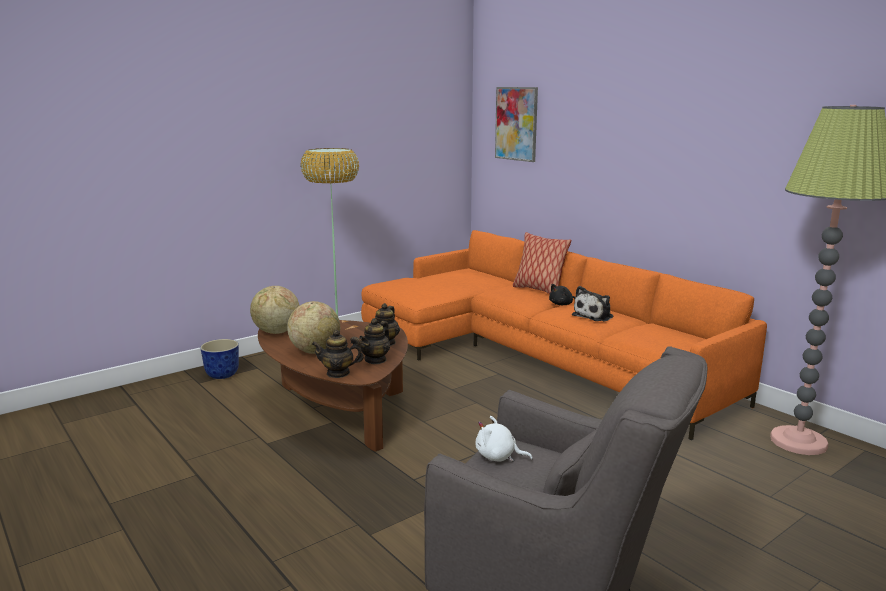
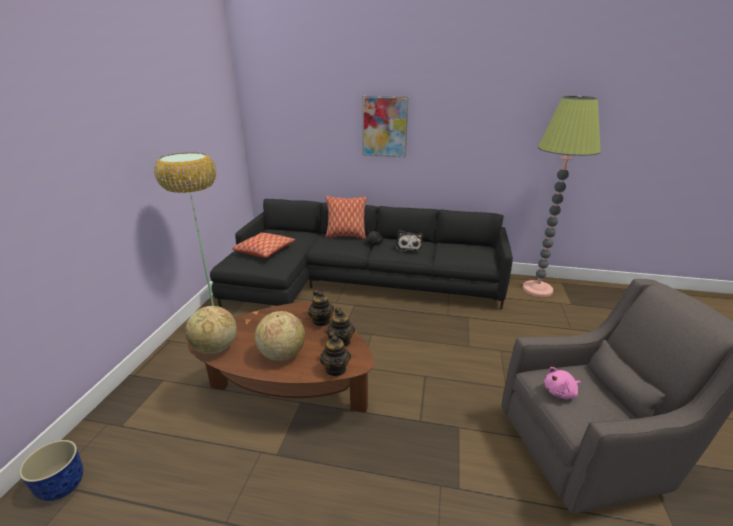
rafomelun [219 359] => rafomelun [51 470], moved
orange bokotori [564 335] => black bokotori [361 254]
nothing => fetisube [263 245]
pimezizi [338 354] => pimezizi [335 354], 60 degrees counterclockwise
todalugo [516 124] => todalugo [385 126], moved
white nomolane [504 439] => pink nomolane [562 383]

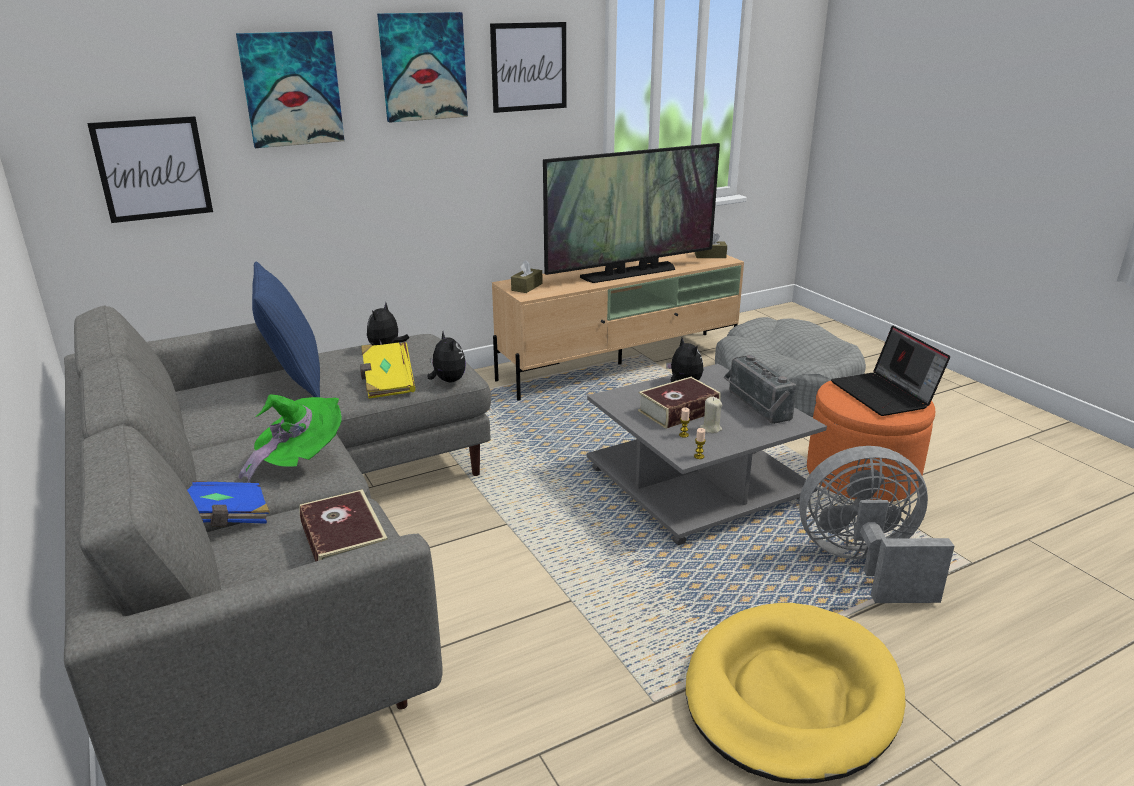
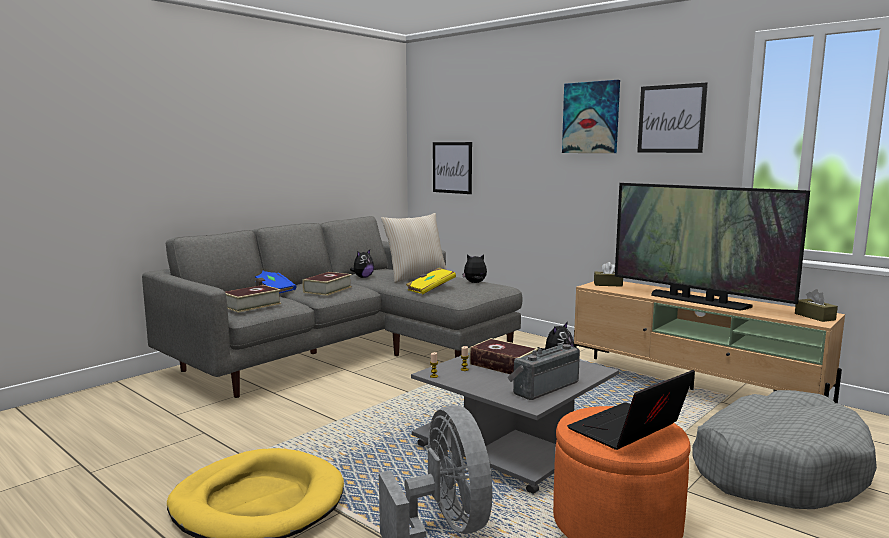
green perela [290 438] => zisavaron [327 284]
nomolane [447 356] => nomolane [362 264], moved
blue fetisube [286 329] => beige fetisube [414 248]
todalugo [290 89] => nothing
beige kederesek [711 415] => nothing

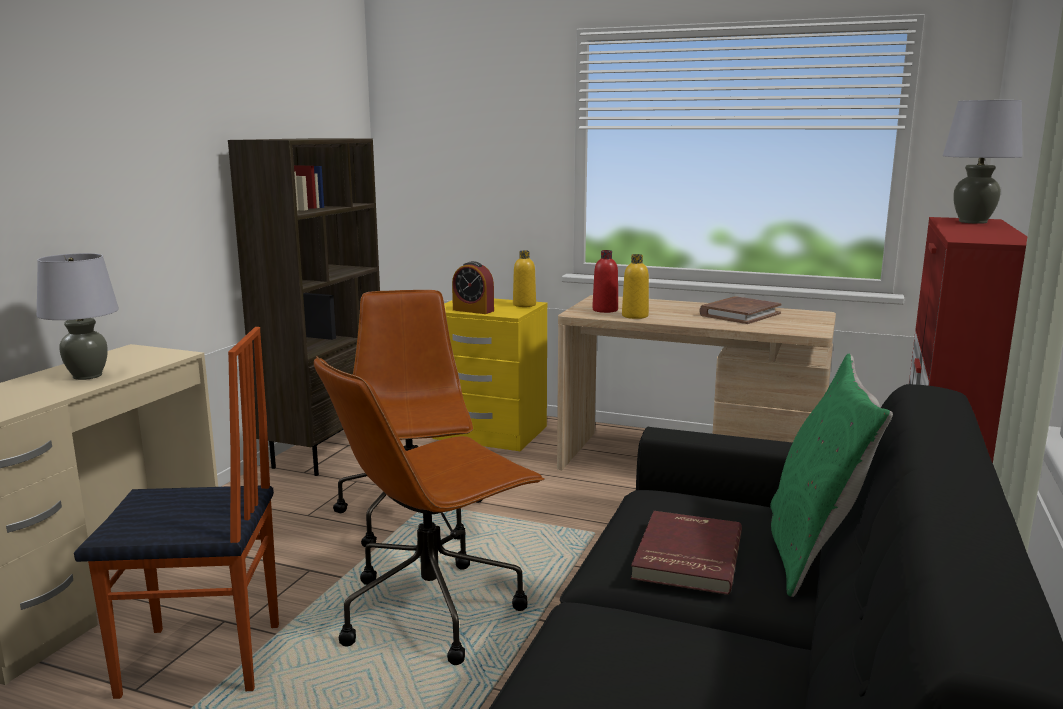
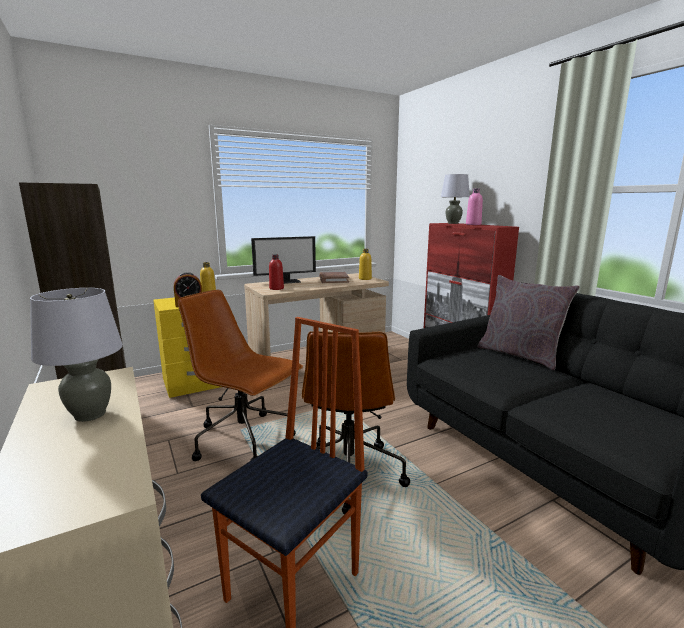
nothing => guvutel [283 260]
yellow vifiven [635 286] => yellow vifiven [365 264], moved
nothing => pink vifiven [474 206]
green fetisube [831 475] => grey fetisube [528 322]
red zisavaron [686 553] => nothing

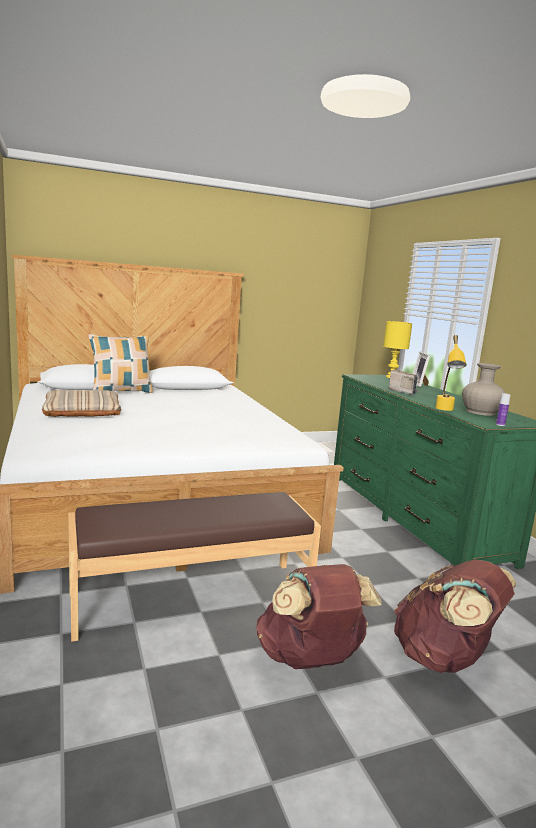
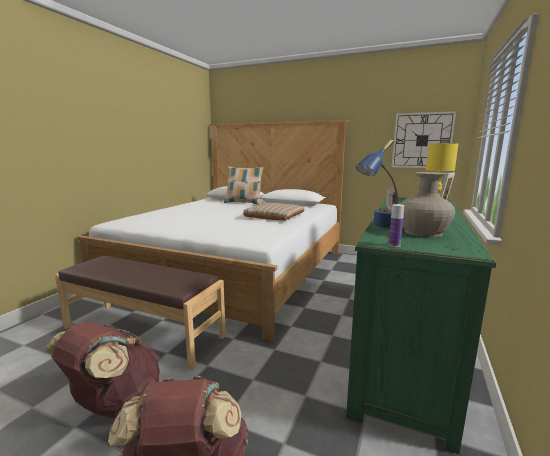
beige fetisube [81 403] => beige fetisube [273 212], moved
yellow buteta [450 373] => blue buteta [377 183]
nothing => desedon [424 139]

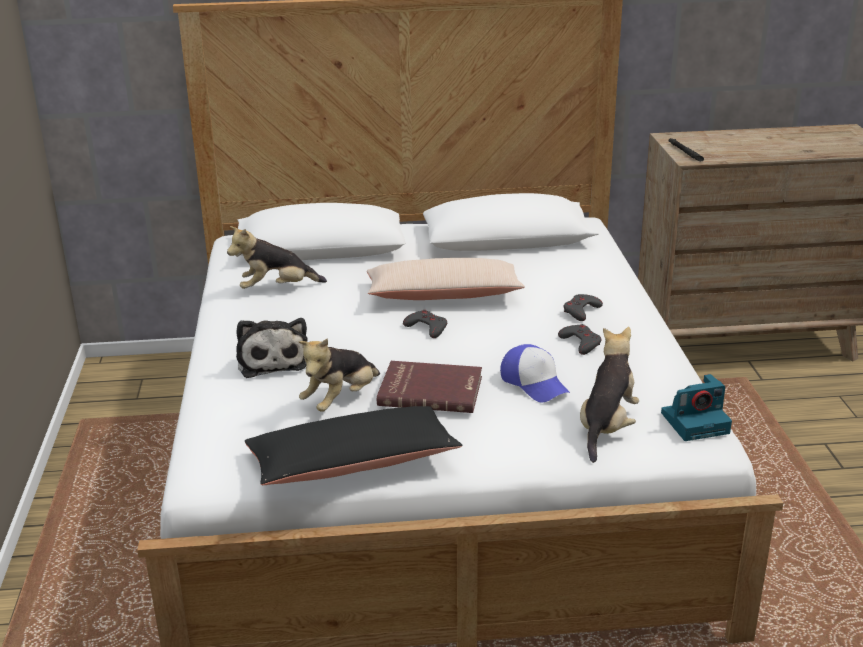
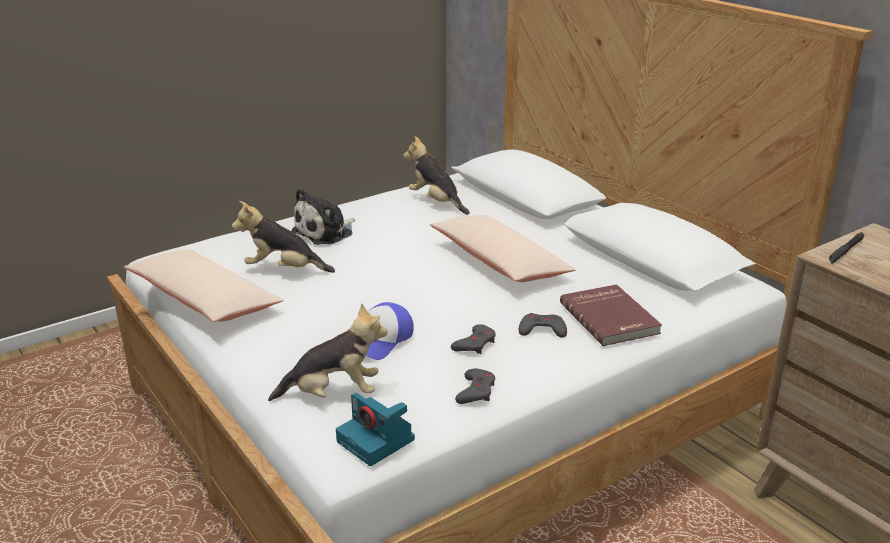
black fetisube [354 445] => beige fetisube [204 286]
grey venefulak [425 324] => grey venefulak [475 386], moved
red zisavaron [429 387] => red zisavaron [611 315], moved

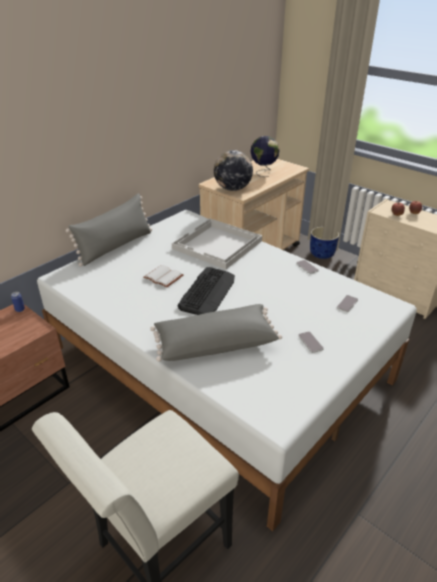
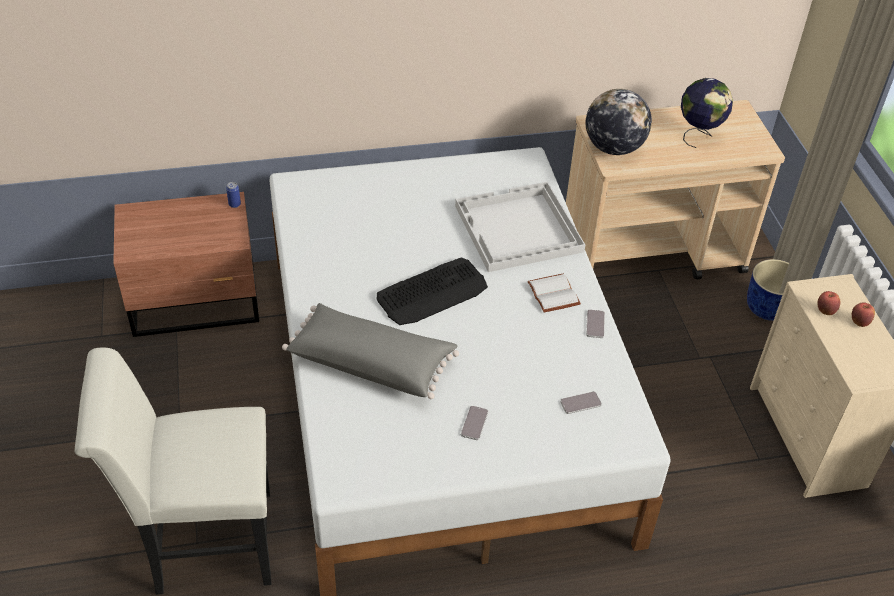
white zisavaron [163 276] => white zisavaron [554 293], moved
grey fetisube [109 230] => nothing

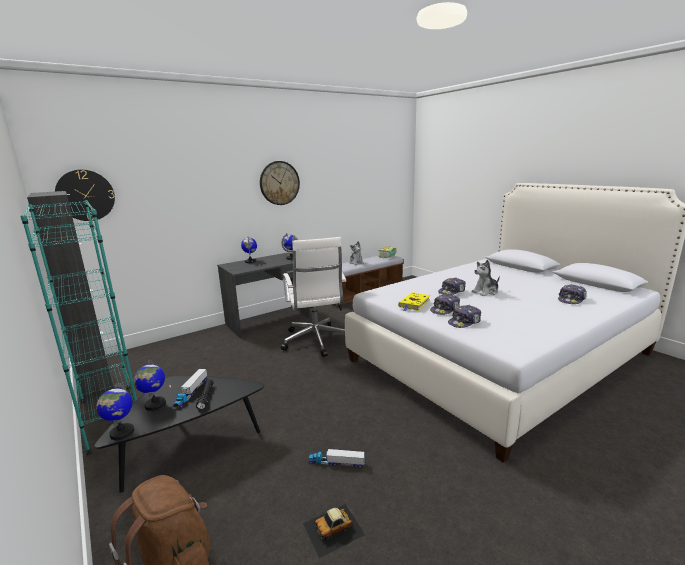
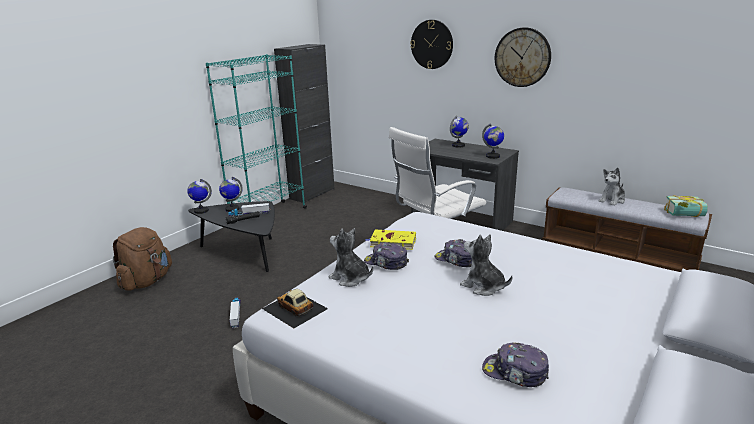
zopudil [334 531] => zopudil [295 308], moved
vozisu [464 316] => nomolane [351 257]
desedon [85 195] => desedon [431 44], moved

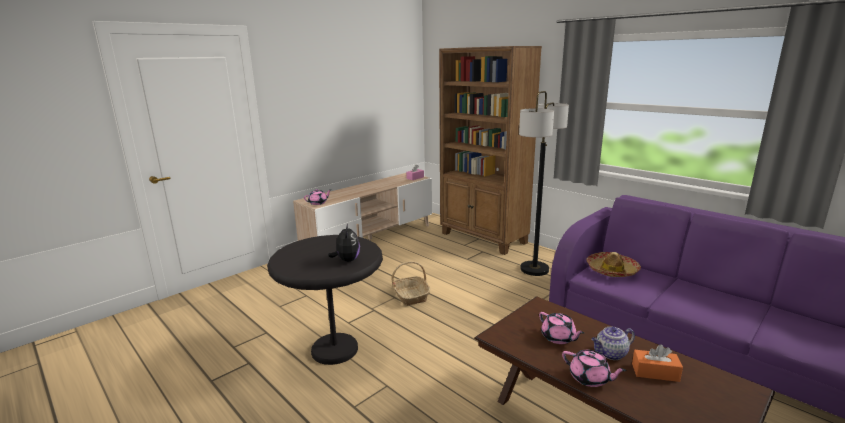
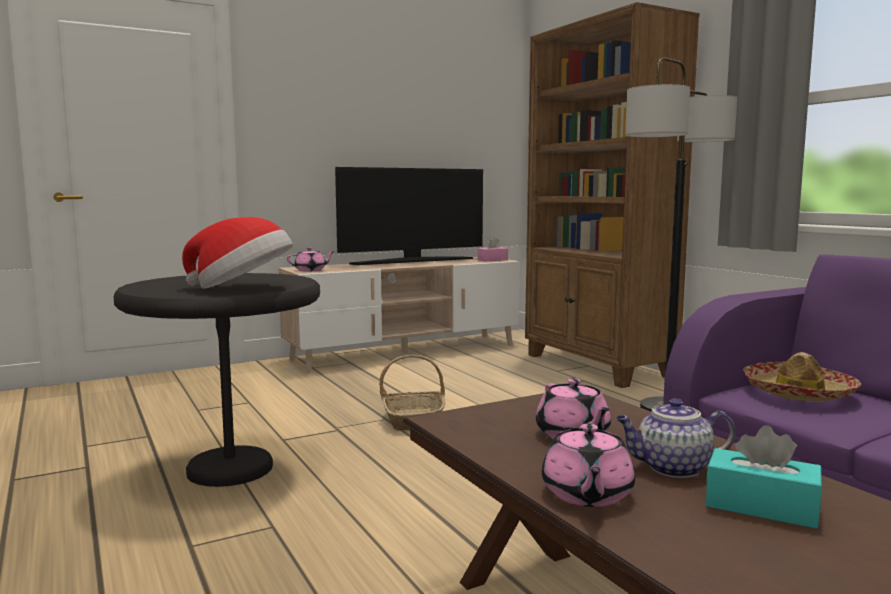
nomolane [344 242] => perela [237 253]
nothing => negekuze [409 216]
pink pimezizi [594 368] => pink pimezizi [588 465], 45 degrees clockwise
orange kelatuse [657 363] => turquoise kelatuse [764 477]

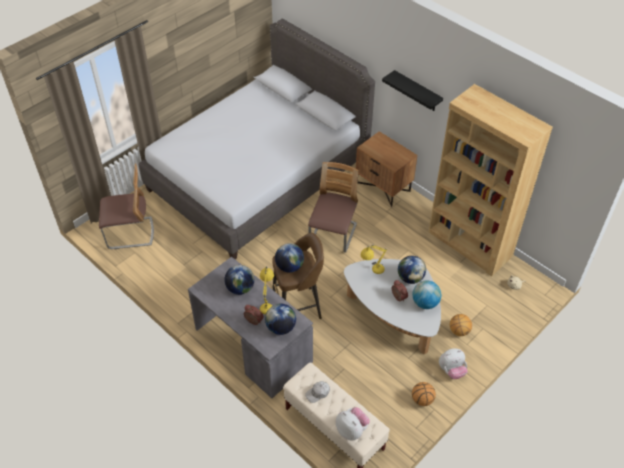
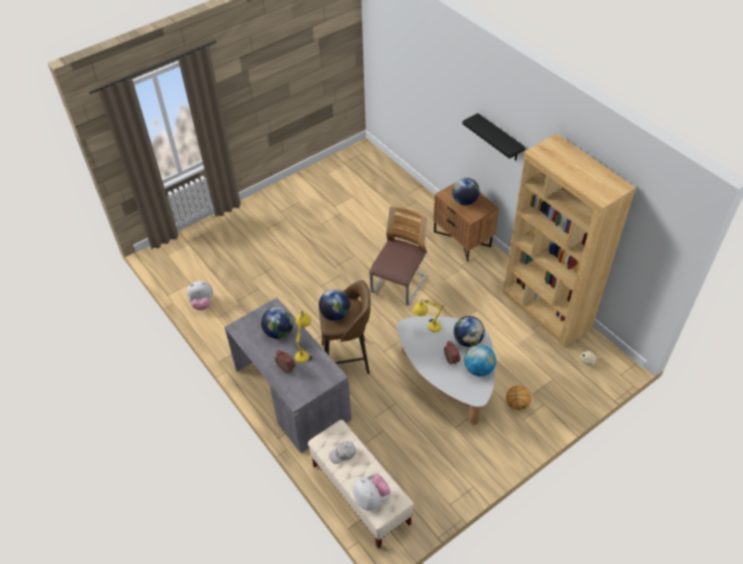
nomolane [453 363] => nomolane [200 295], moved
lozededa [280 319] => lozededa [466 191], moved
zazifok [126 206] => nothing
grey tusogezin [257 139] => nothing
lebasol [424 394] => nothing

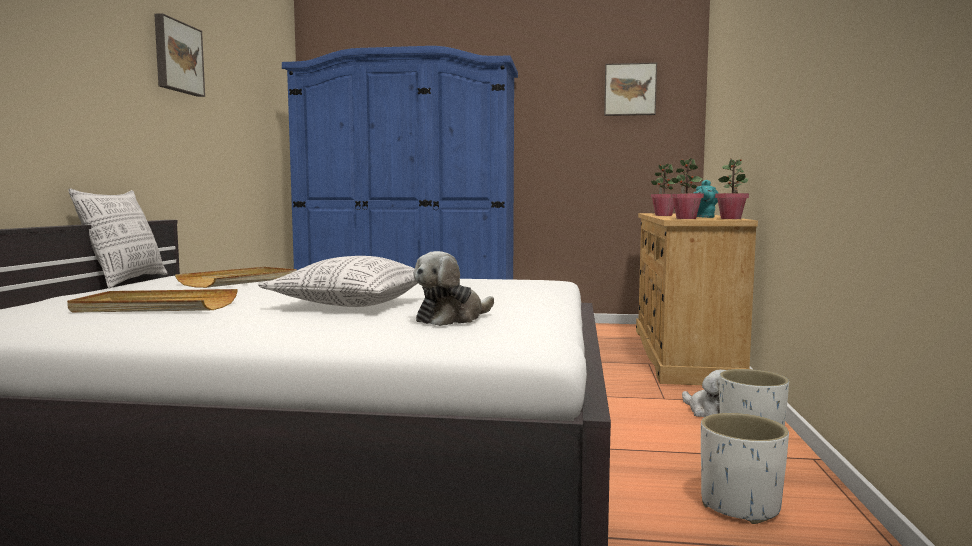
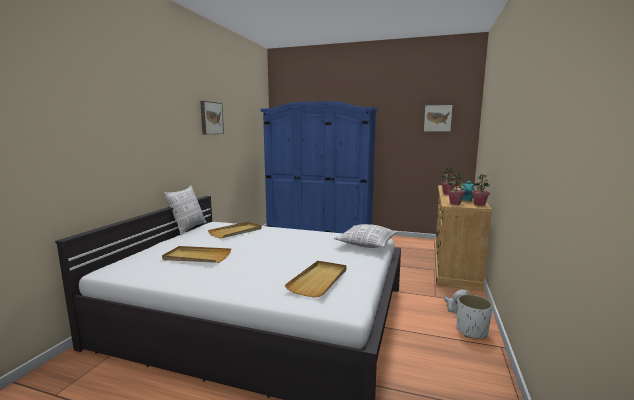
nomolane [453 288] => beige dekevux [316 279]
fetisube [338 281] => fetisube [366 236], moved
white rafomelun [745 468] => nothing

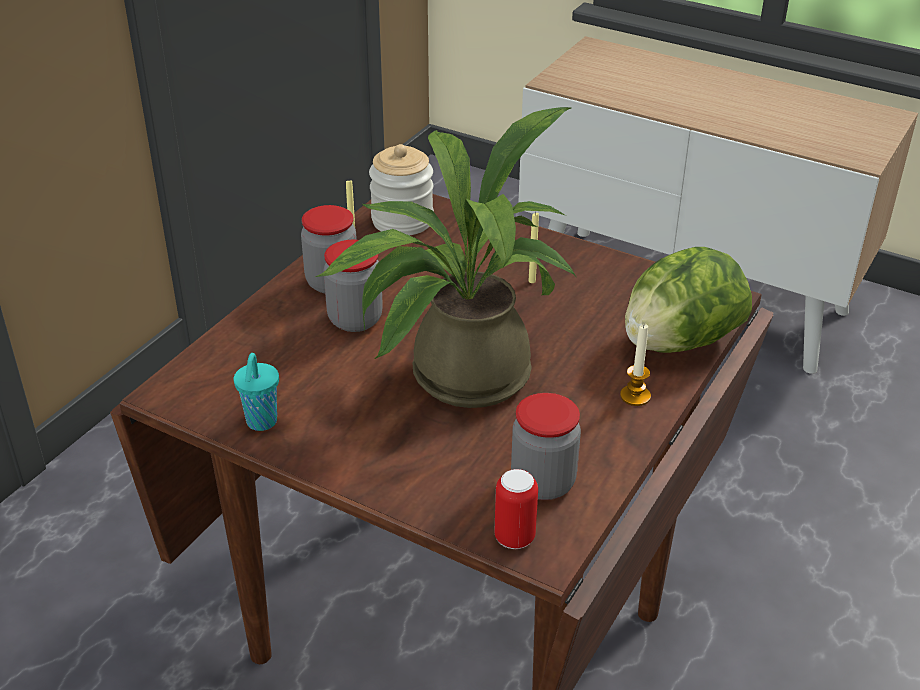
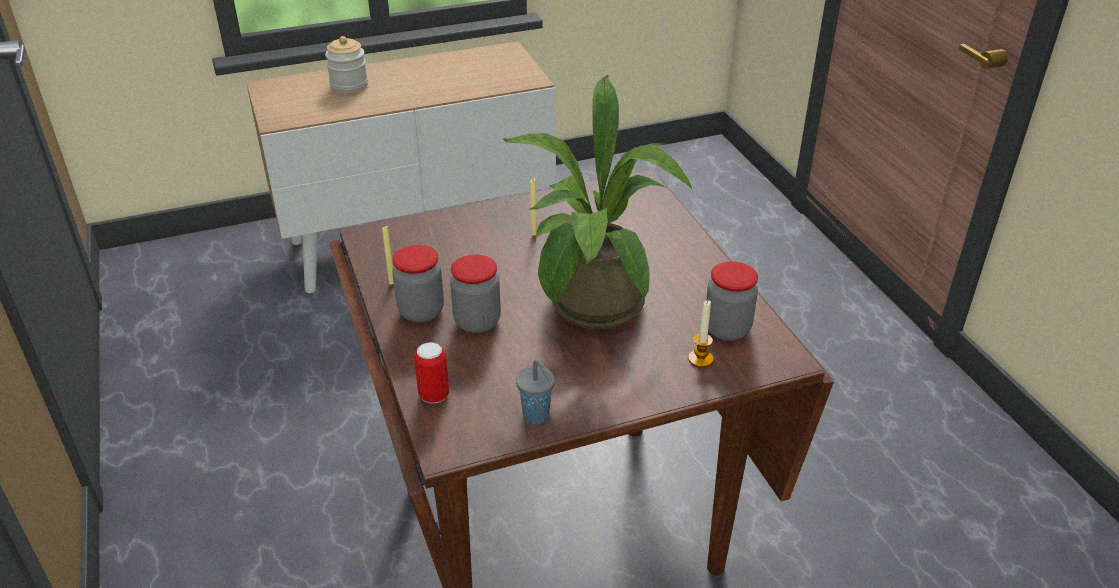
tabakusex [401 190] => tabakusex [346 64], moved
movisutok [516 509] => movisutok [431 372], moved
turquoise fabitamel [256 392] => grey fabitamel [535 392]
kederesek [635 365] => kederesek [701 334], moved
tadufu [688 300] => nothing

